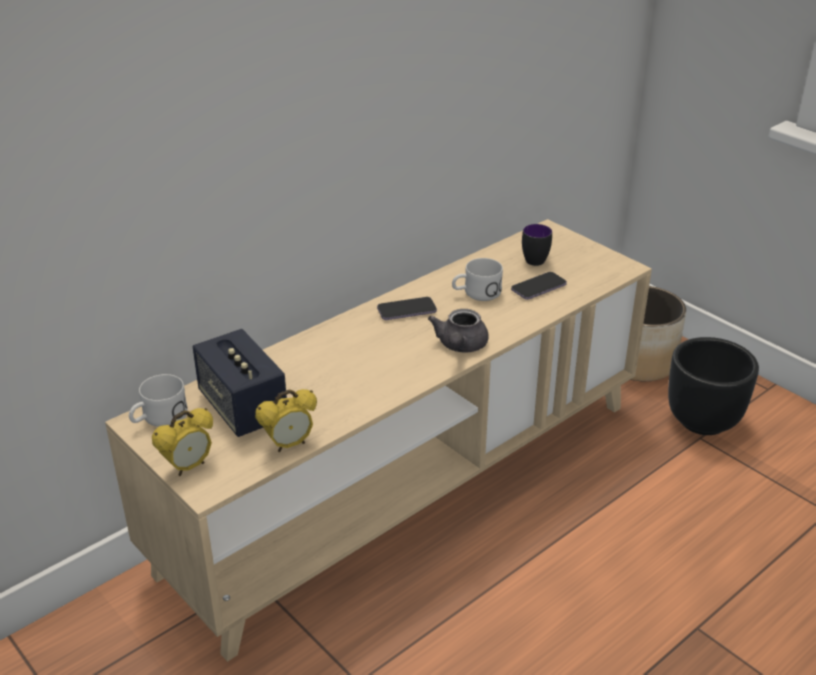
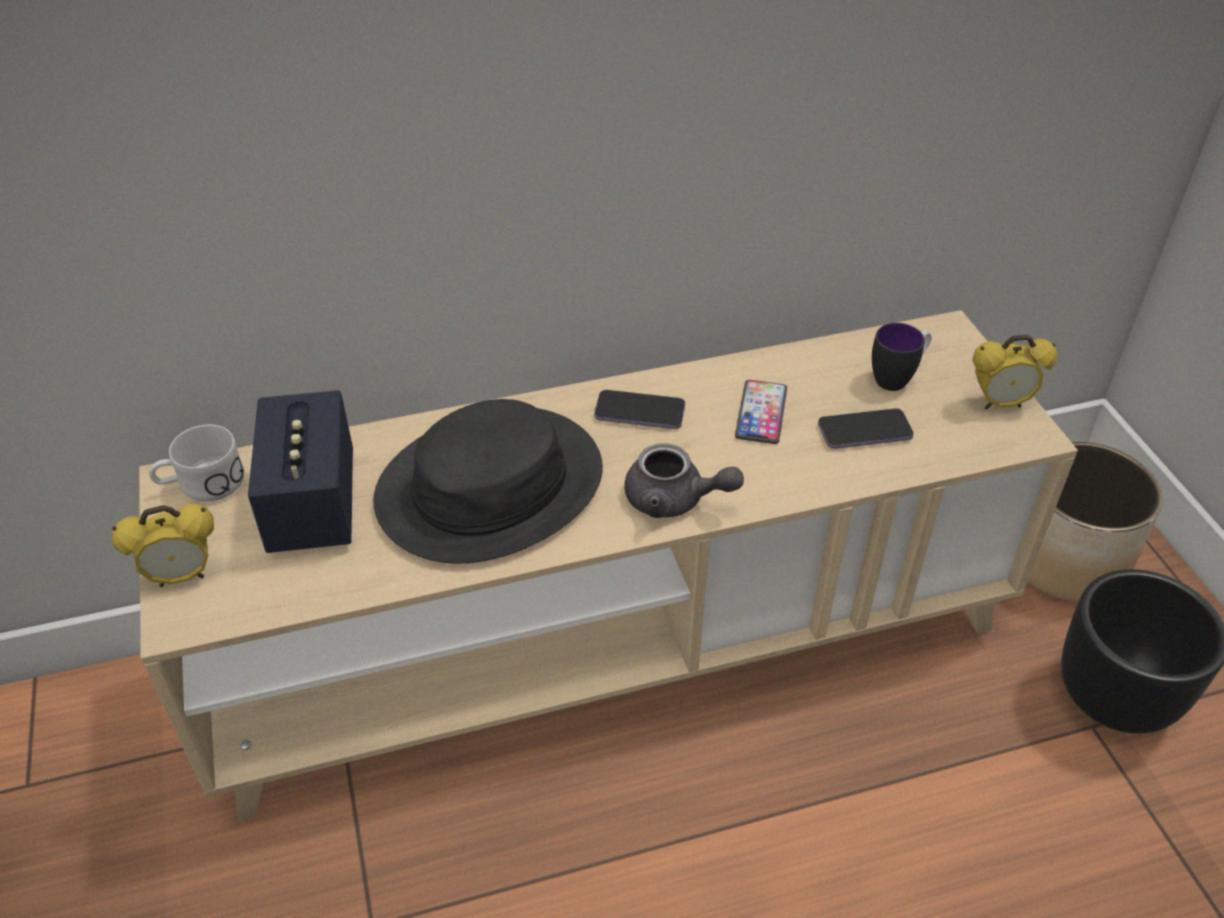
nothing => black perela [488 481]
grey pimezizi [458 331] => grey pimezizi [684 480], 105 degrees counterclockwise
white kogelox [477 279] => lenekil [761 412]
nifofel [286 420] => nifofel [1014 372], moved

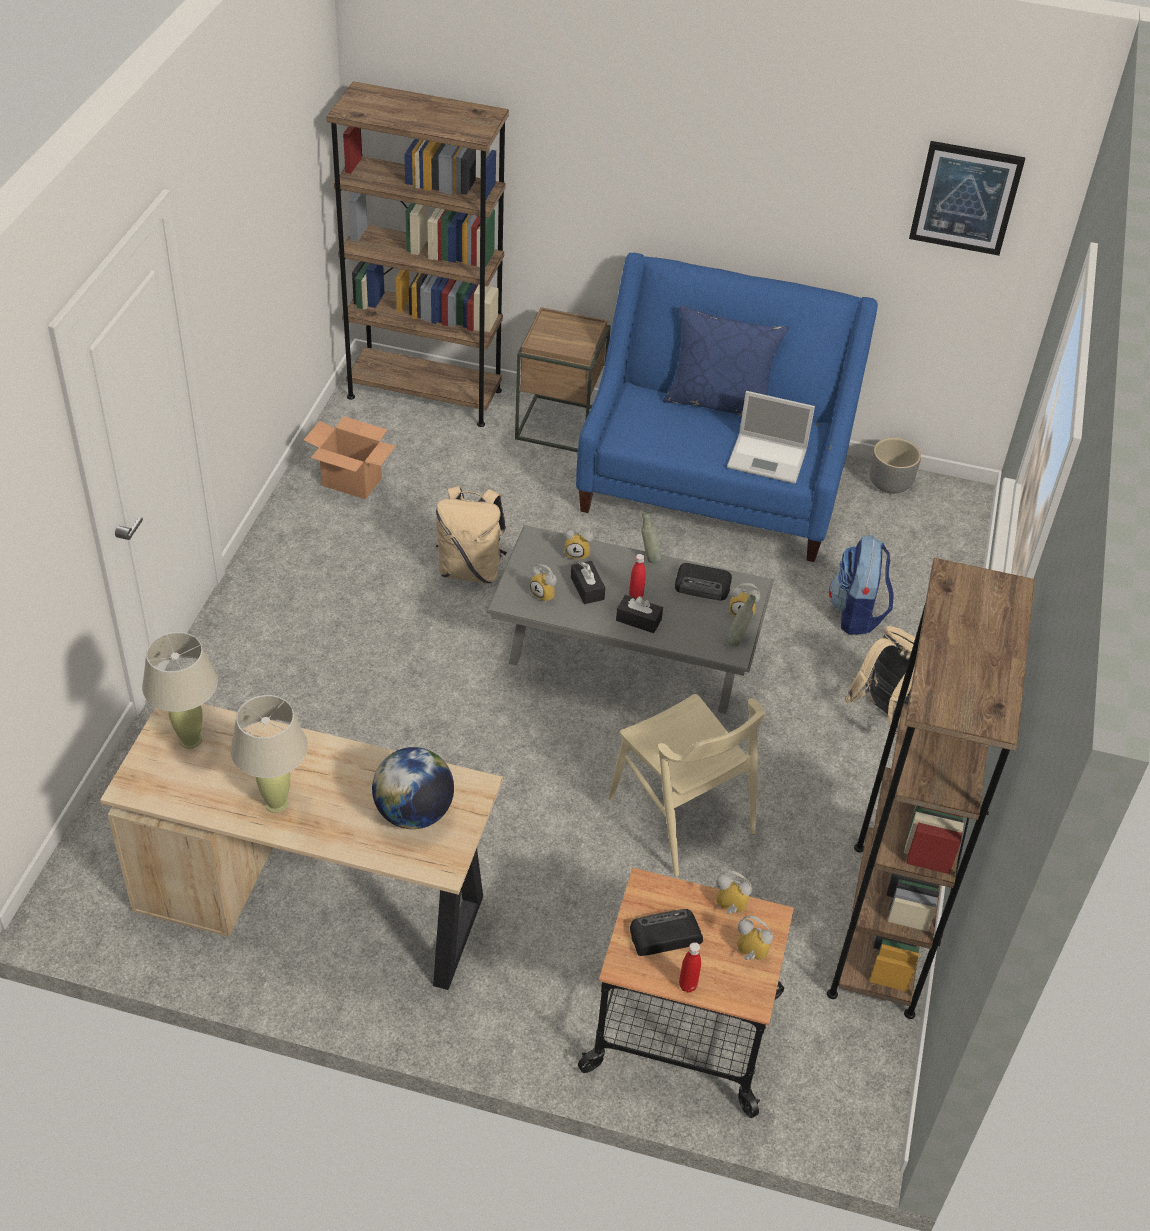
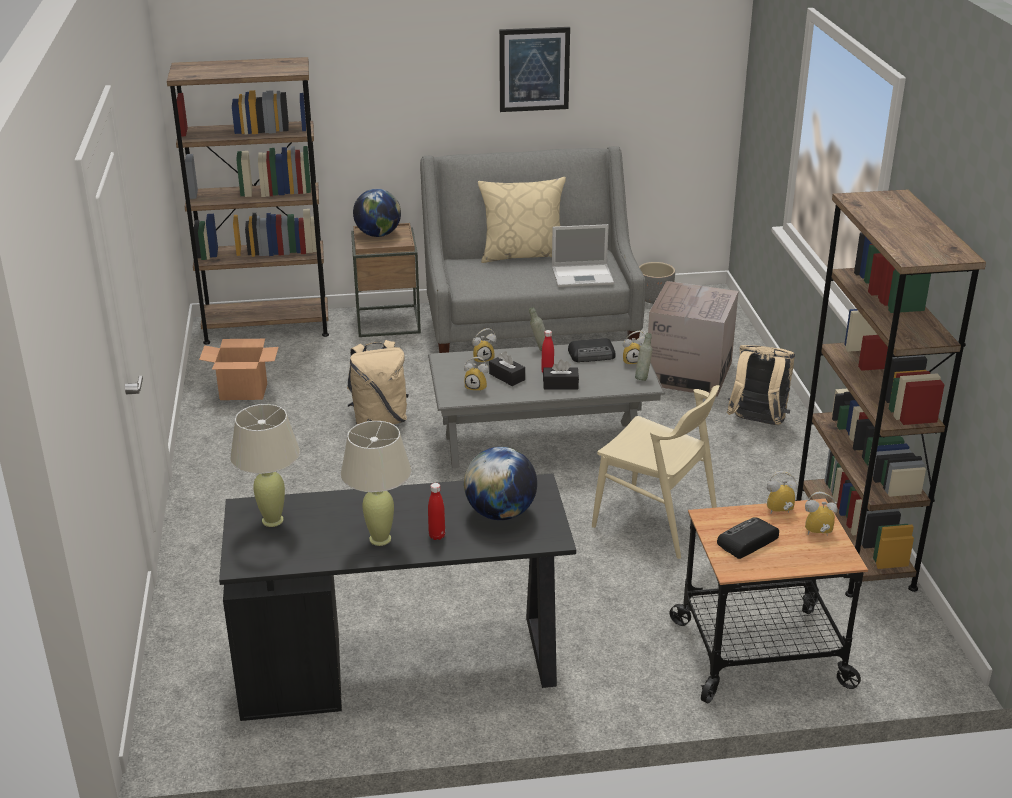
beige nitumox [301 847] => black nitumox [397 597]
nothing => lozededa [377 213]
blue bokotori [727 407] => grey bokotori [532 249]
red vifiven [690 967] => red vifiven [436 511], moved
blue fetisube [726 360] => beige fetisube [522 220]
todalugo [967 198] => todalugo [534 69], moved
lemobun [861 585] => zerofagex [693 339]

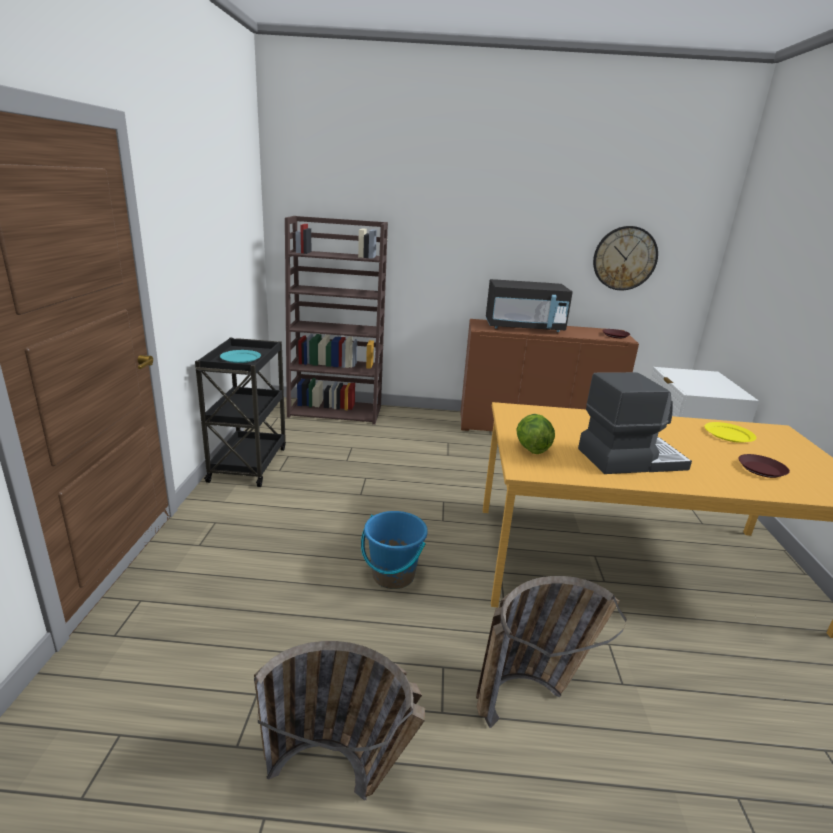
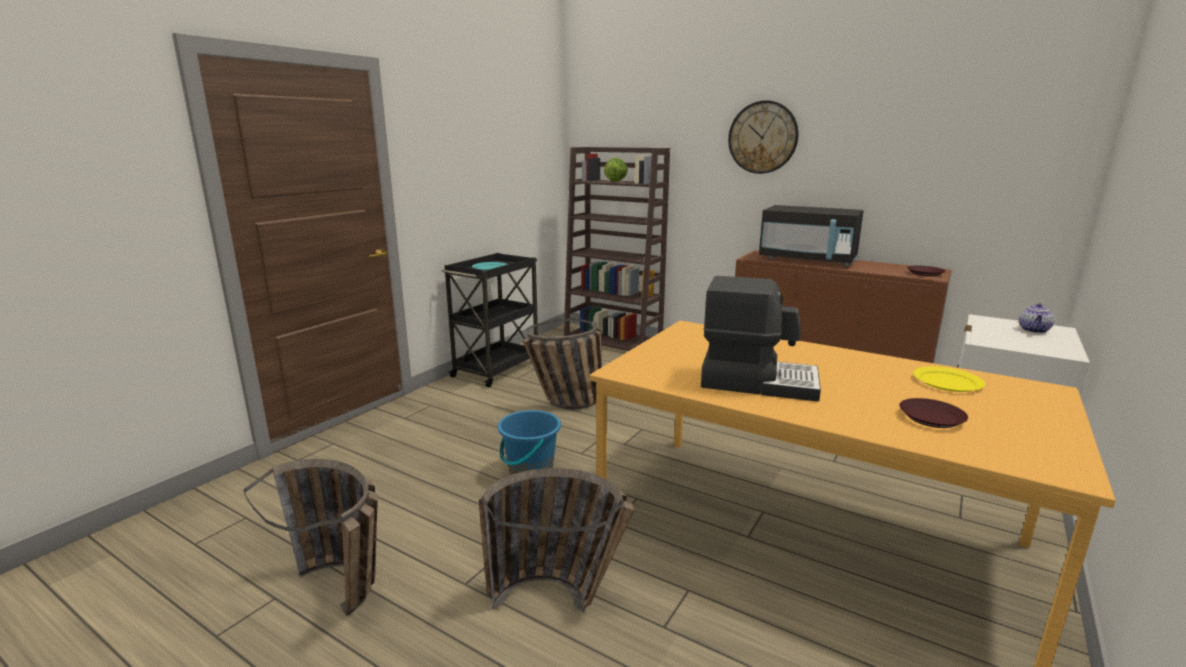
nothing => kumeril [562 363]
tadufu [535 434] => tadufu [616 170], moved
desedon [625 258] => desedon [763 137], moved
nothing => pimezizi [1036 318]

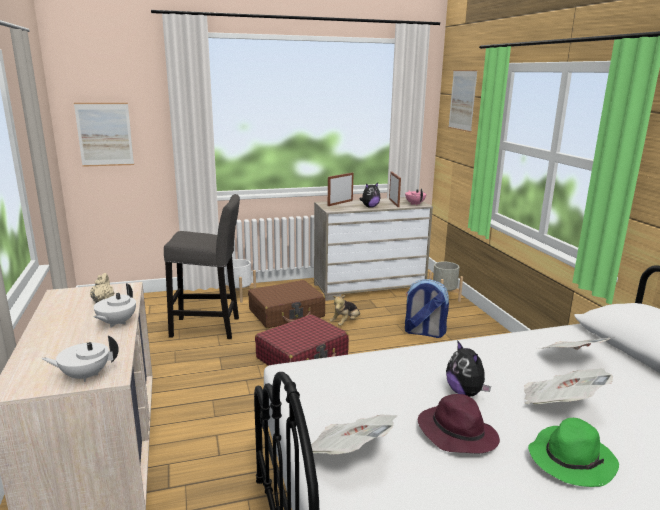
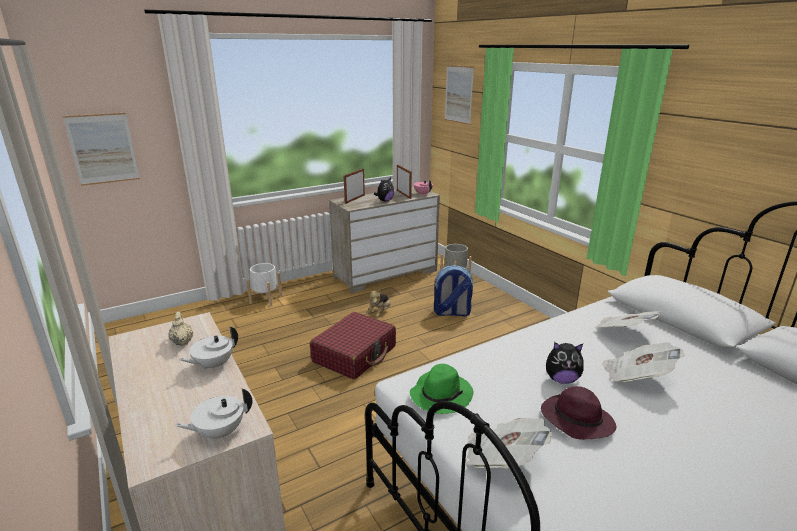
white pimezizi [115 306] => white pimezizi [208 348], 45 degrees clockwise
green perela [573 452] => green perela [442 389], moved
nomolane [468 368] => nomolane [565 363], 45 degrees counterclockwise
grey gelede [202 266] => nothing
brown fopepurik [286 304] => nothing

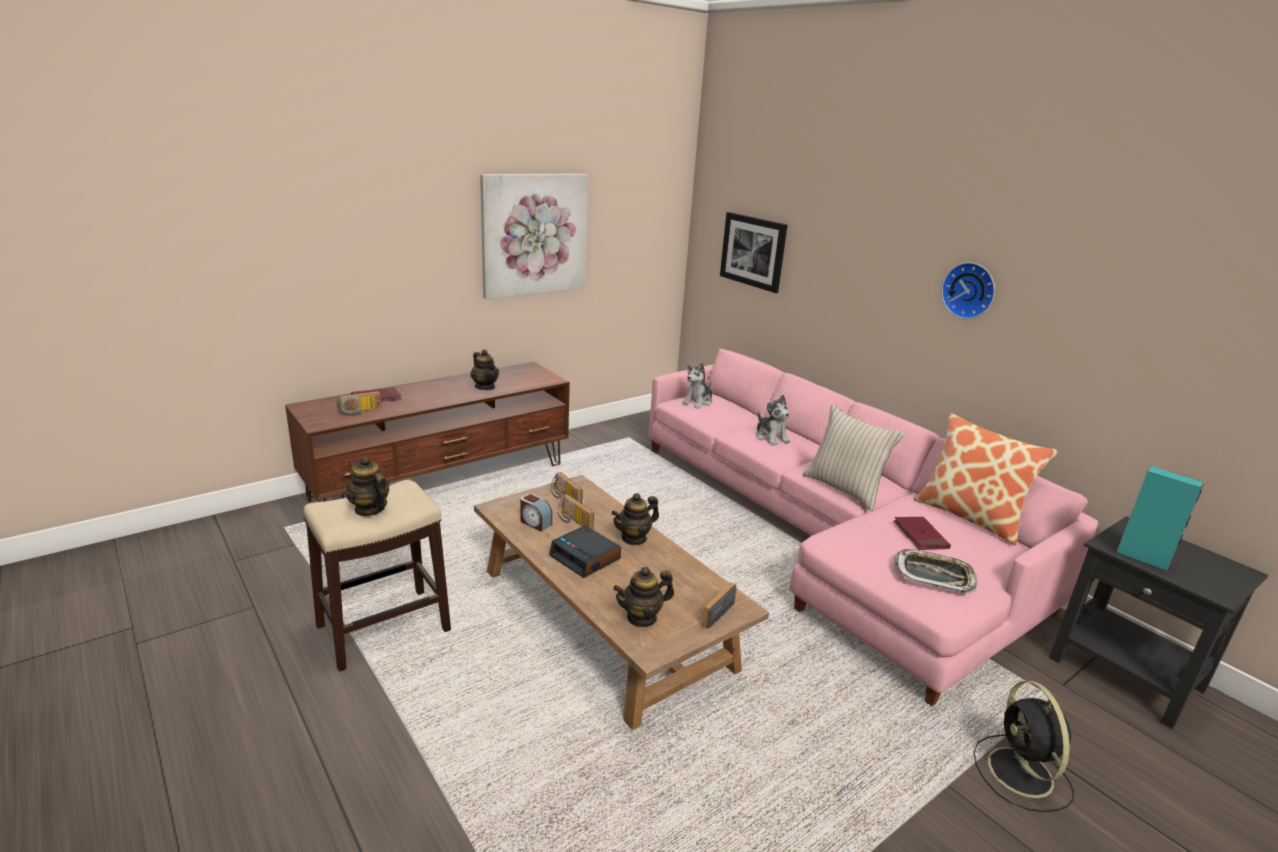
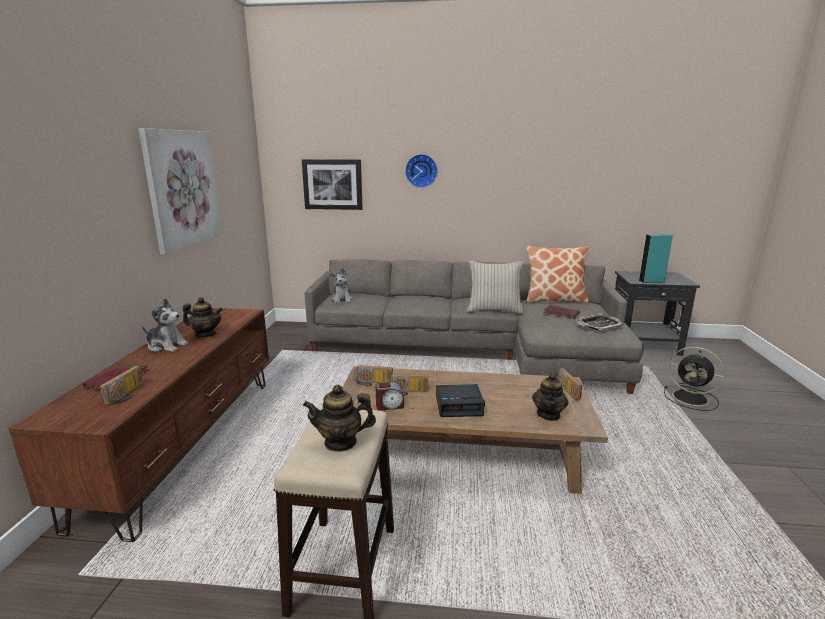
nomolane [773 420] => nomolane [165 325], moved
pink bokotori [873 527] => grey bokotori [474 327]
desedon [968 290] => desedon [421 171], moved
pimezizi [635 519] => nothing

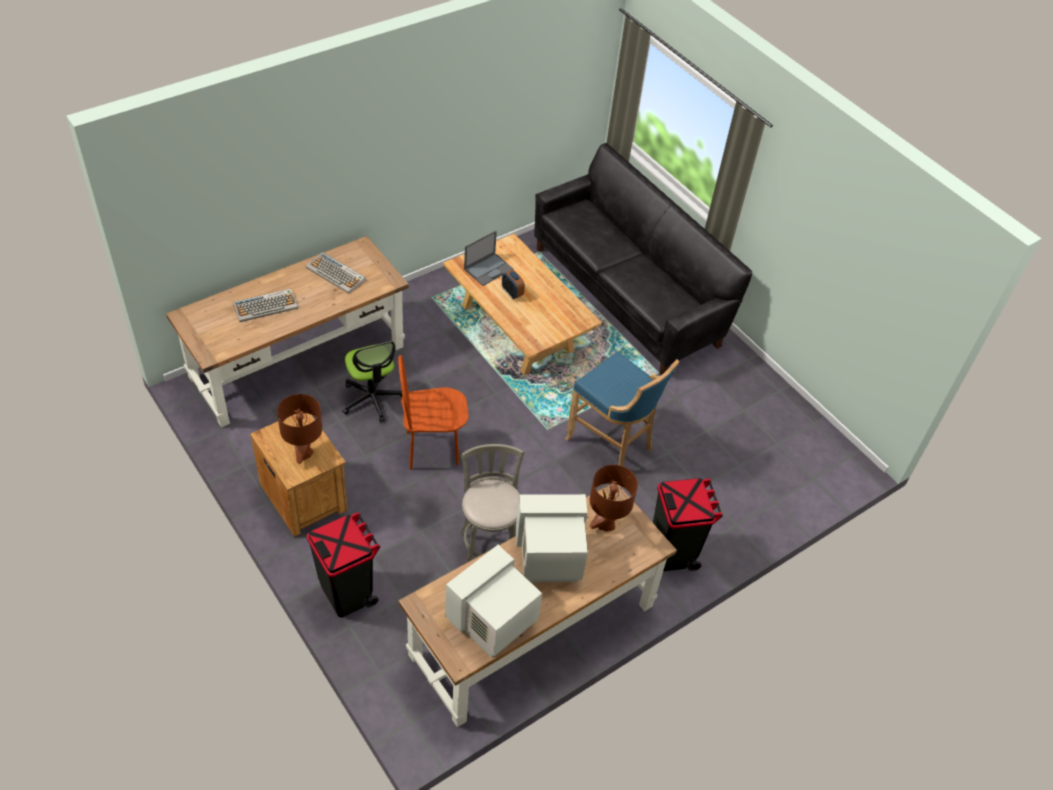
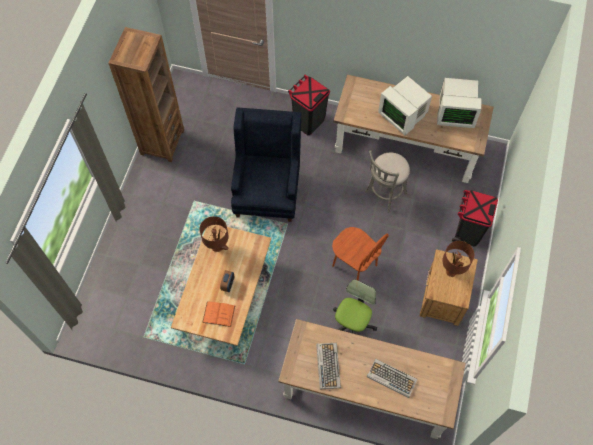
nothing => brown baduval [146 94]
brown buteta [614 498] => brown buteta [214 234], moved
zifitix [488 258] => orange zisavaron [218 314]
blue gelede [622 409] => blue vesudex [266 164]
black bokotori [643 259] => nothing

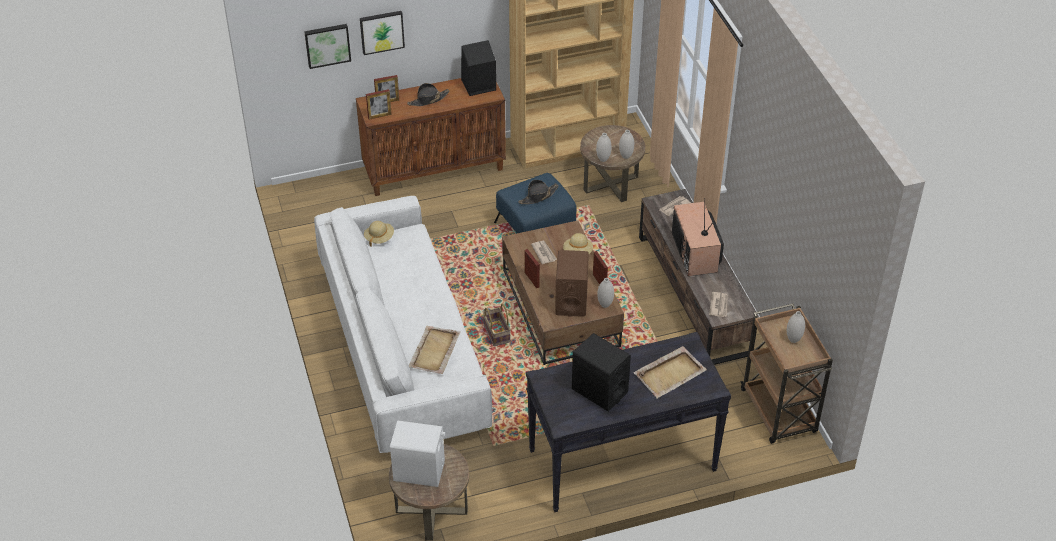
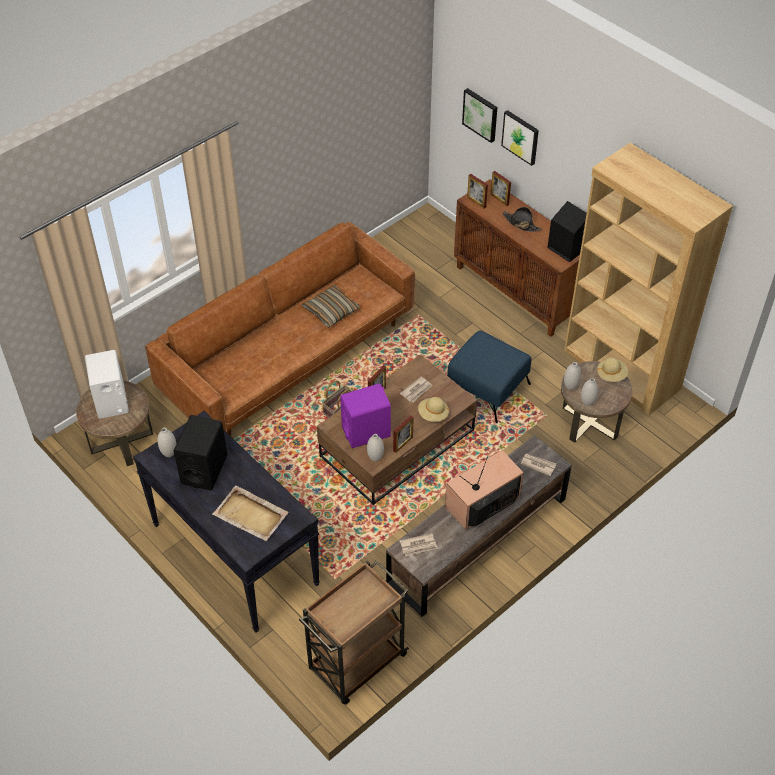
white bokotori [403 324] => brown bokotori [280 329]
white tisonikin [796 327] => white tisonikin [166 442], moved
nothing => fetisube [331 306]
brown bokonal [572 283] => purple bokonal [365 415]
beige perela [379 234] => beige perela [612 370], moved
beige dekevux [434 349] => nothing
black perela [538 192] => nothing

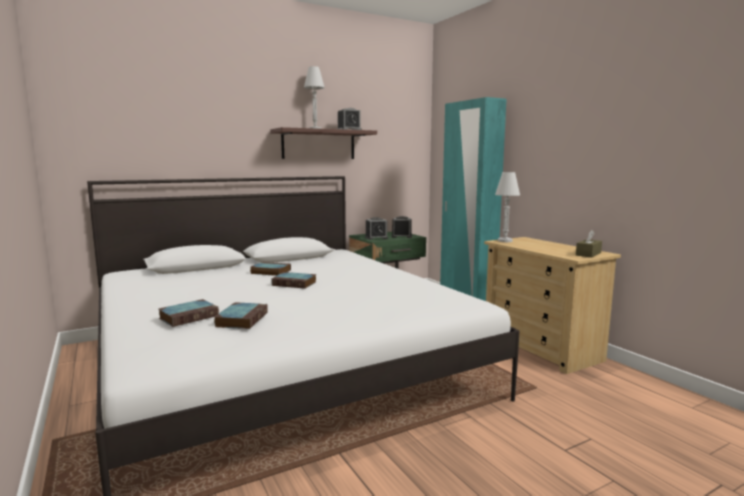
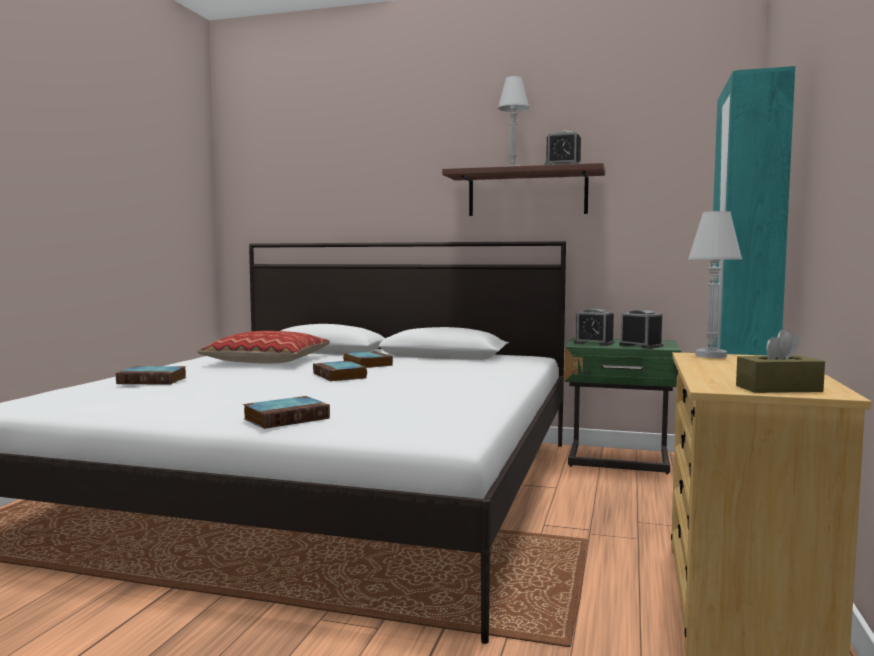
nothing => fetisube [264 347]
zisavaron [241 315] => zisavaron [286 412], moved

